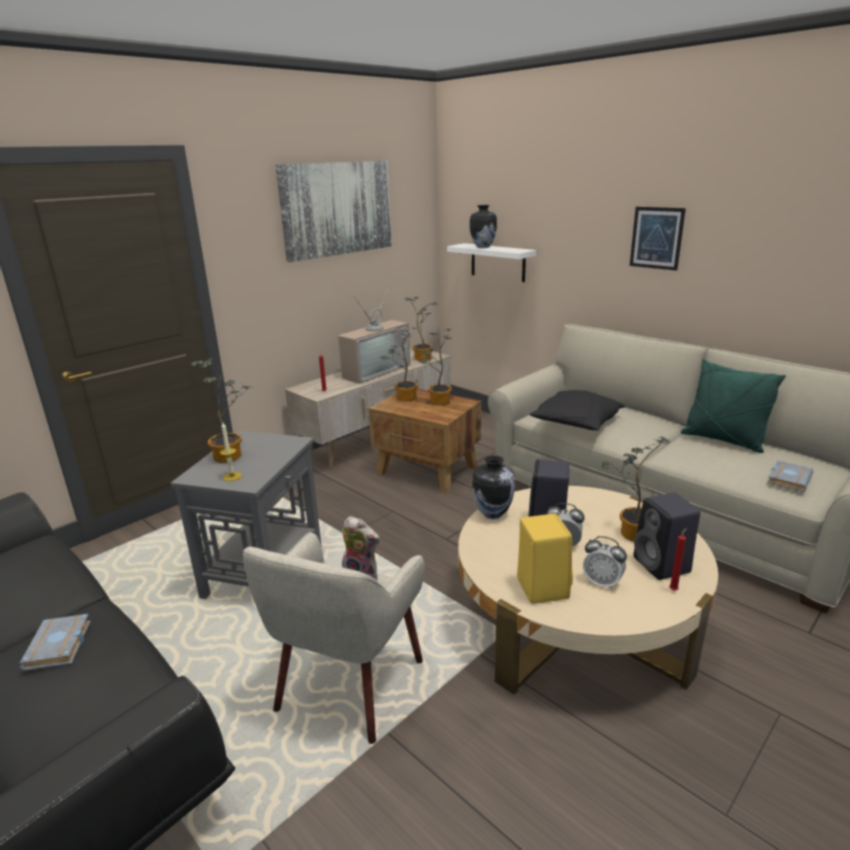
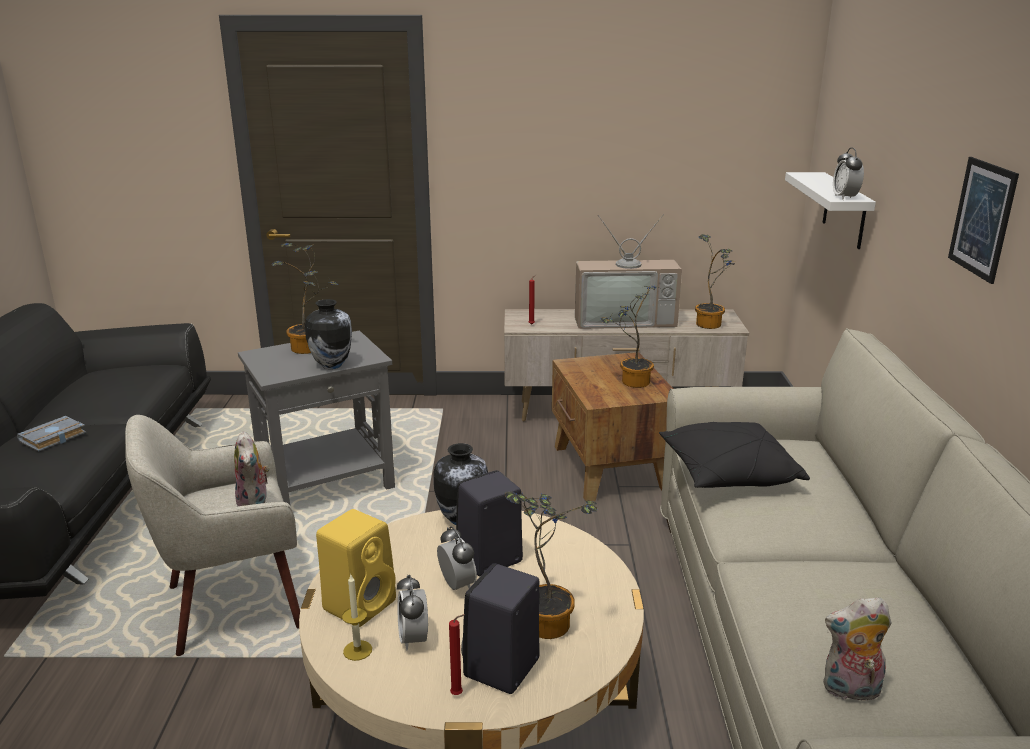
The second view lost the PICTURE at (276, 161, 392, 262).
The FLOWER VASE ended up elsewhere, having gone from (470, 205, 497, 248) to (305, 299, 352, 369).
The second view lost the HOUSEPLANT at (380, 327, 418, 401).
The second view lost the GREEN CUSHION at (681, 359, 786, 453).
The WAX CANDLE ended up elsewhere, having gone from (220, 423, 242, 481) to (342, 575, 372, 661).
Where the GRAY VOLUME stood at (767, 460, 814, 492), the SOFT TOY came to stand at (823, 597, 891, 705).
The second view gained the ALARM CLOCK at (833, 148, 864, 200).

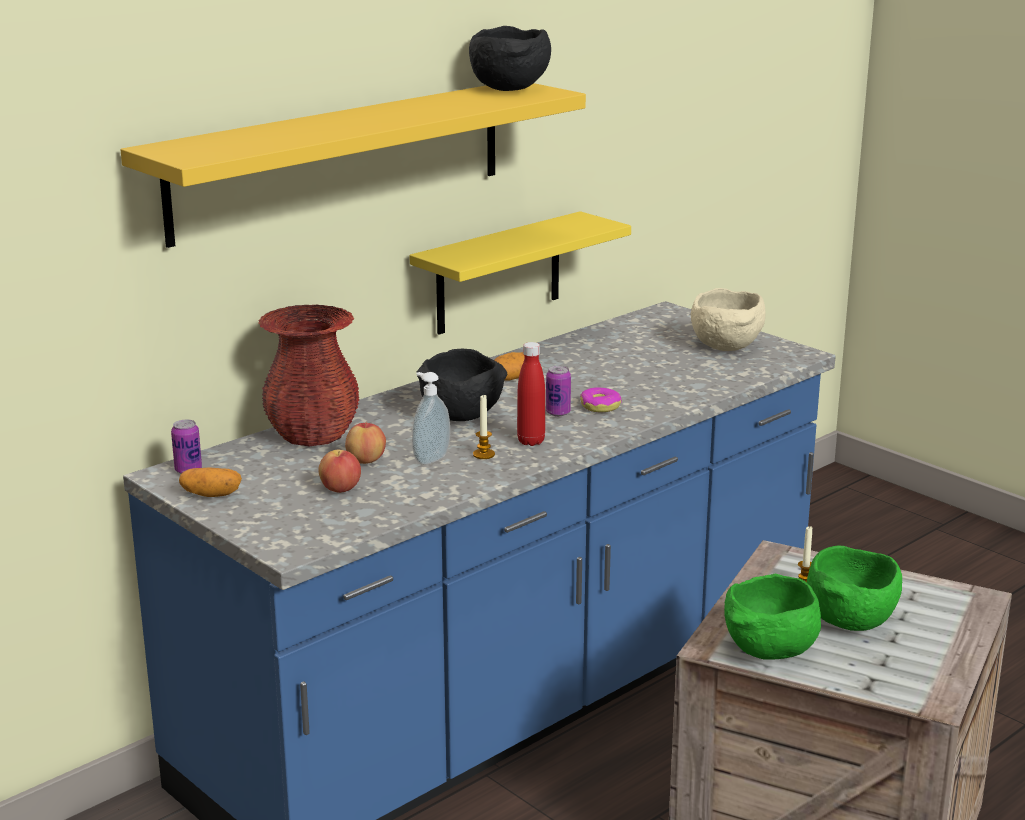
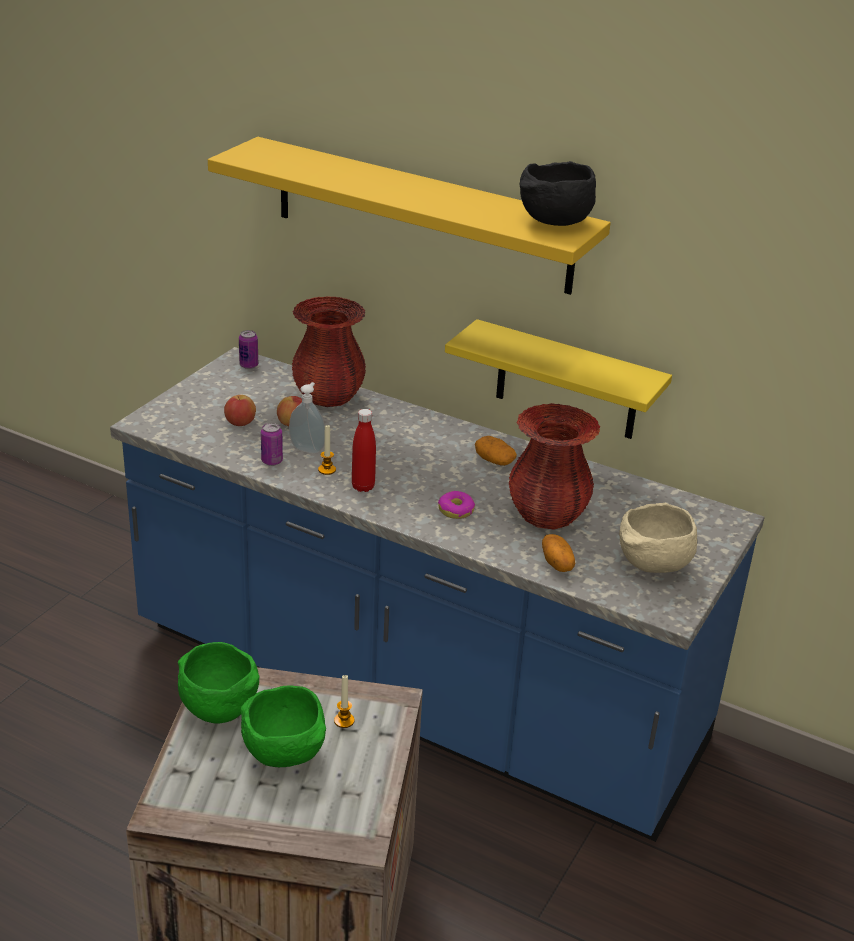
The second view lost the BLACKISH SERVING BOWL at (417, 349, 507, 421).
The METAL CAN ended up elsewhere, having gone from (546, 366, 571, 416) to (261, 423, 283, 466).
The SPUD ended up elsewhere, having gone from (179, 467, 242, 497) to (542, 534, 575, 572).
The second view gained the RED FLOWER VASE at (509, 403, 600, 530).

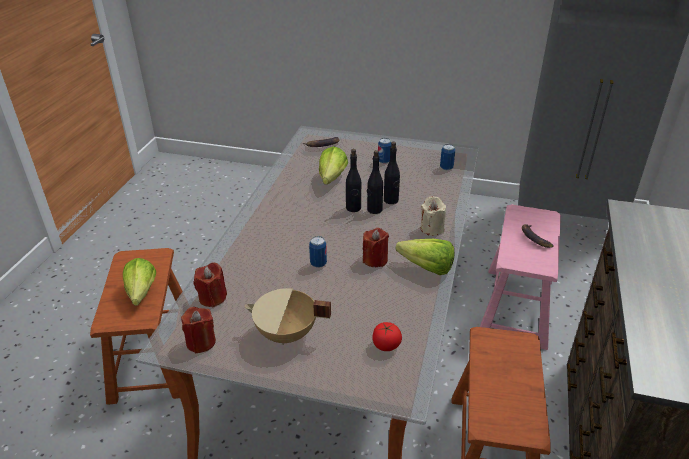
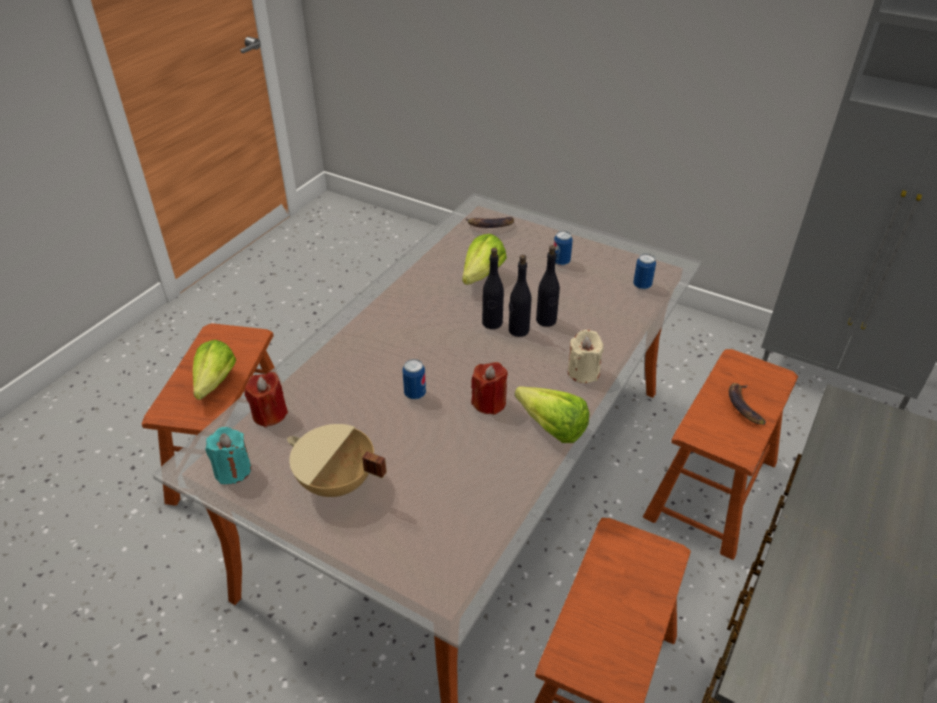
What was the PINK-COLOURED STOOL at (480, 204, 561, 350) turned into the BROWN STOOL at (643, 349, 798, 560).
What was the RED WAX CANDLE at (181, 307, 216, 353) turned into the BLUE-GREEN WAX CANDLE at (205, 427, 251, 484).
The second view lost the WHOLE TOMATO at (372, 322, 402, 351).

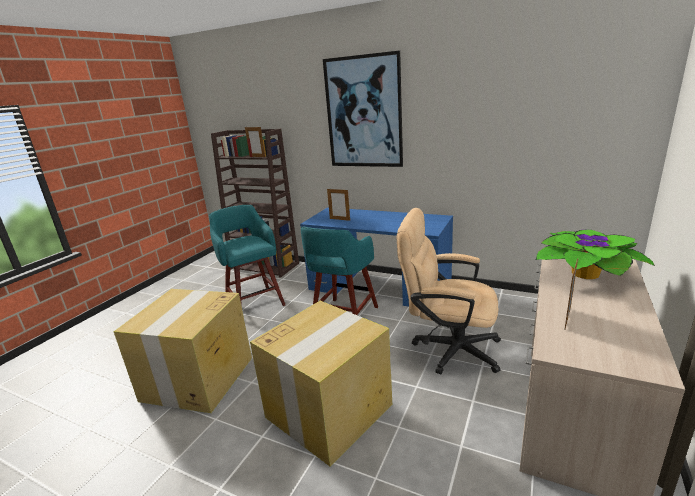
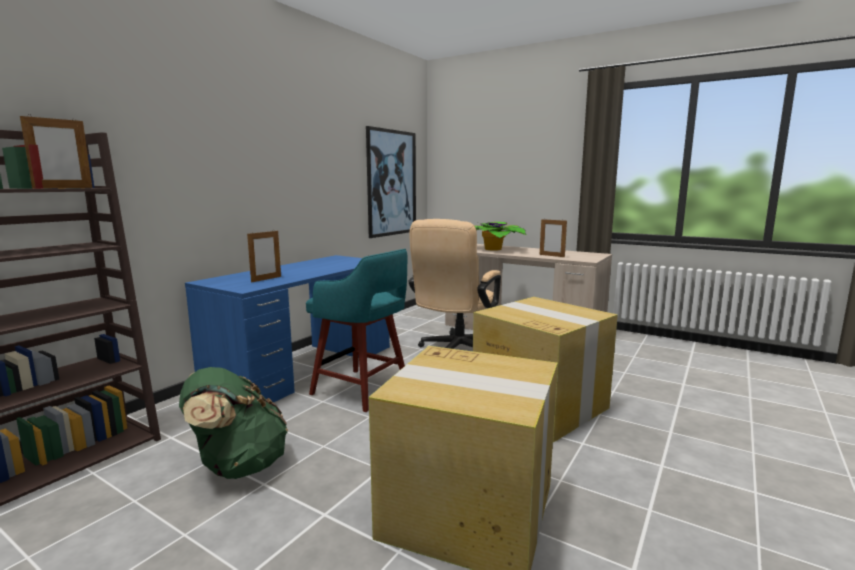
The PICTURE ended up elsewhere, having gone from (323, 50, 403, 167) to (366, 126, 416, 238).
Where the BLUE-GREEN STOOL stood at (209, 205, 285, 306), the GREEN BACKPACK came to stand at (179, 367, 288, 479).

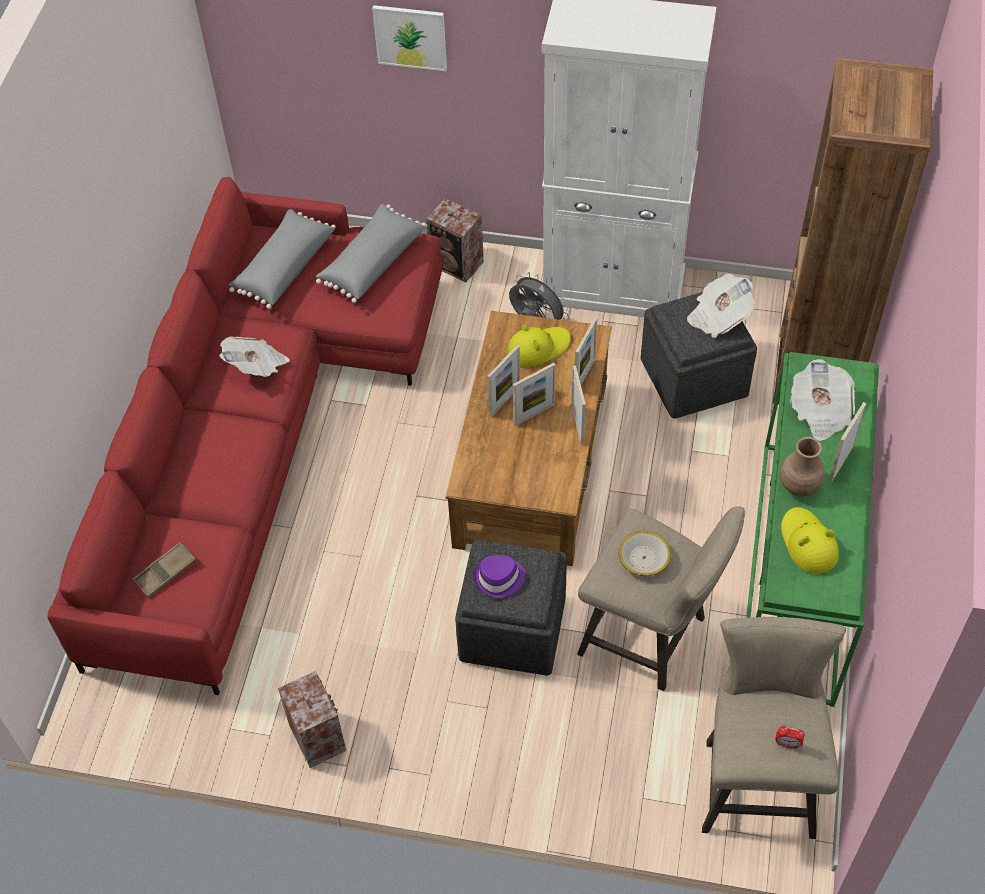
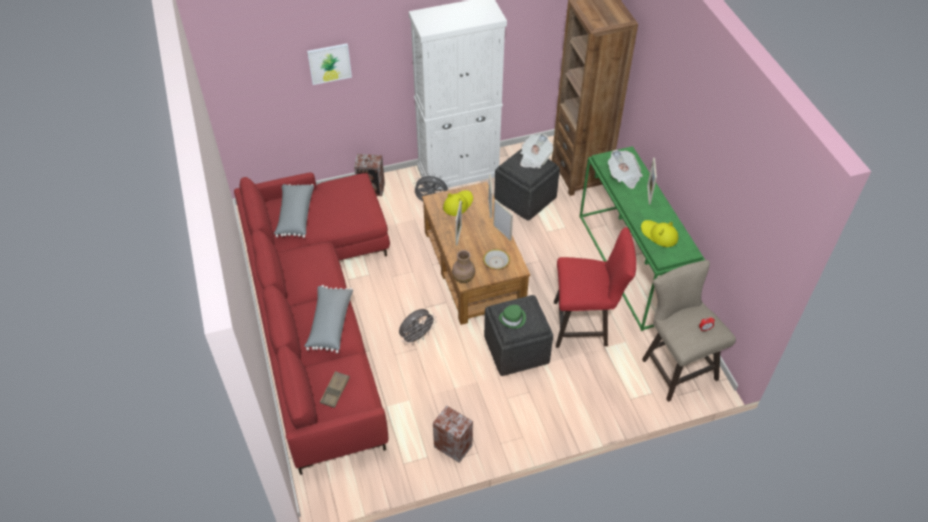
The GRAY CUSHION ended up elsewhere, having gone from (316, 204, 426, 303) to (304, 285, 353, 353).
The second view lost the NEWSPAPER at (219, 337, 289, 377).
The second view lost the PHOTO FRAME at (513, 363, 556, 426).
The BROWN FLOWER VASE ended up elsewhere, having gone from (780, 437, 825, 496) to (452, 250, 475, 283).
What was the BEIGE-COLOURED STOOL at (577, 506, 745, 691) turned into the RED STOOL at (554, 227, 636, 348).
The SERVING BOWL ended up elsewhere, having gone from (618, 531, 671, 576) to (483, 249, 510, 270).
What was the PURPLE CLOTHING HAT at (473, 555, 525, 598) turned into the GREEN CLOTHING HAT at (499, 305, 526, 329).
The second view gained the GRAY ELECTRIC FAN at (399, 309, 436, 345).

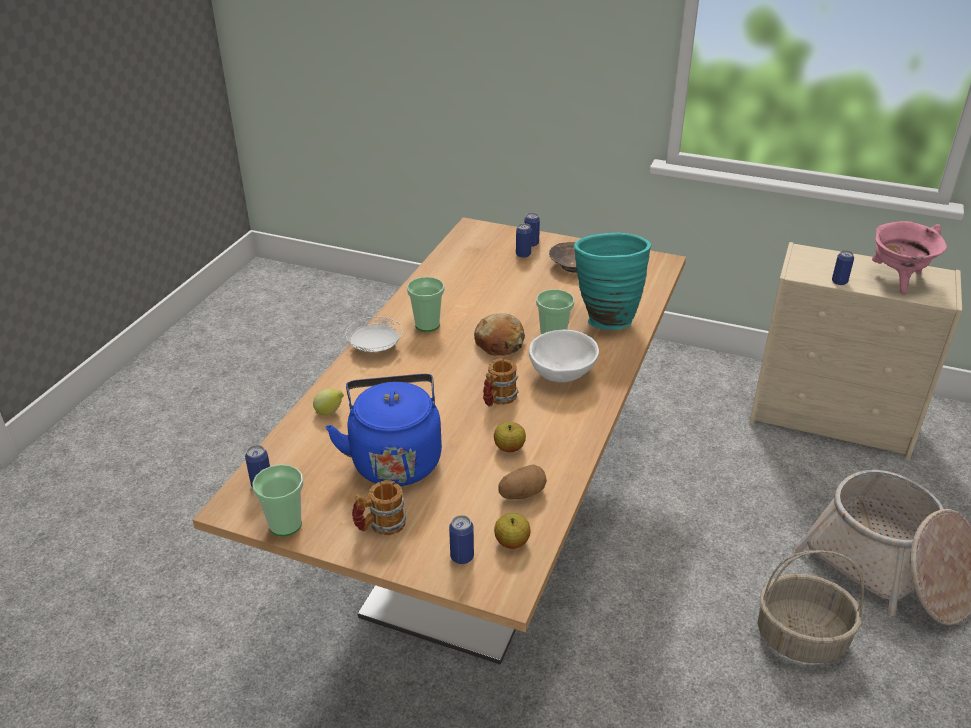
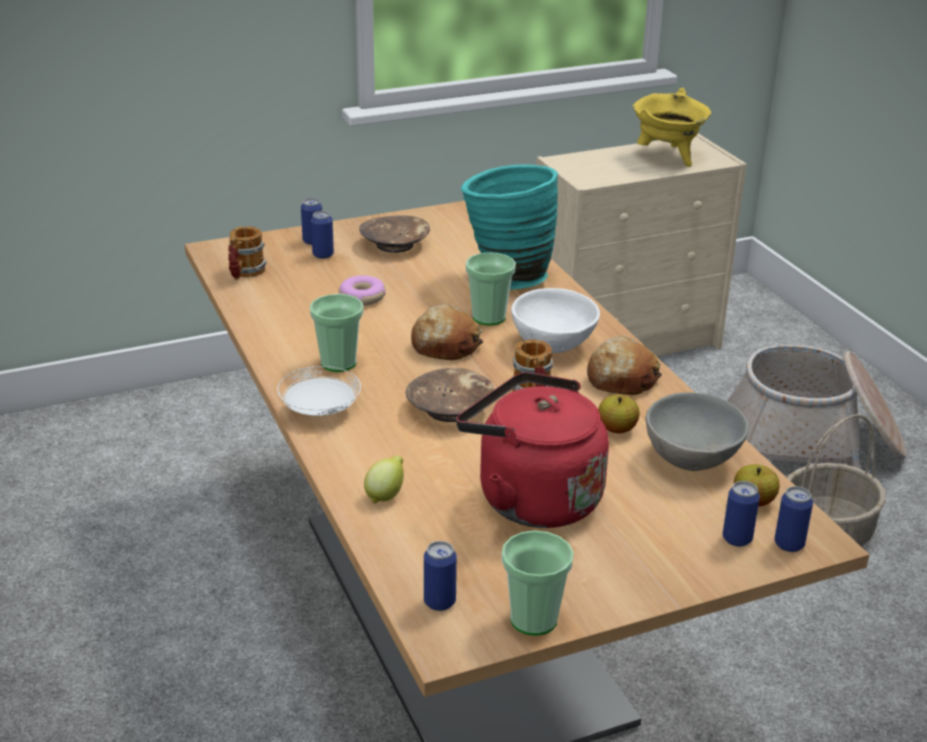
What was the PINK-COLOURED SAUCEPOT at (872, 221, 947, 294) turned into the YELLOW-COLOURED SAUCEPOT at (632, 88, 711, 167).
The METAL CAN ended up elsewhere, having gone from (832, 250, 854, 285) to (774, 486, 813, 552).
What was the BLUE-COLOURED TEA KETTLE at (326, 374, 442, 486) turned into the RED TEA KETTLE at (456, 372, 609, 528).
Where the SPUD stood at (498, 465, 547, 499), the GRAY SERVING BOWL came to stand at (646, 392, 749, 471).
The MUG ended up elsewhere, having gone from (352, 480, 406, 535) to (228, 226, 267, 280).
The second view gained the DOUGHNUT at (339, 275, 386, 306).
The second view gained the BAKERY BREAD at (587, 336, 662, 395).
The second view gained the BROWN SERVING BOWL at (406, 368, 494, 422).

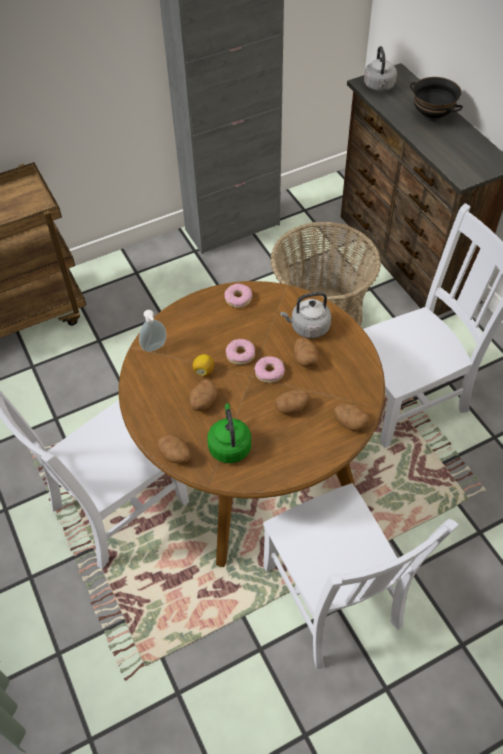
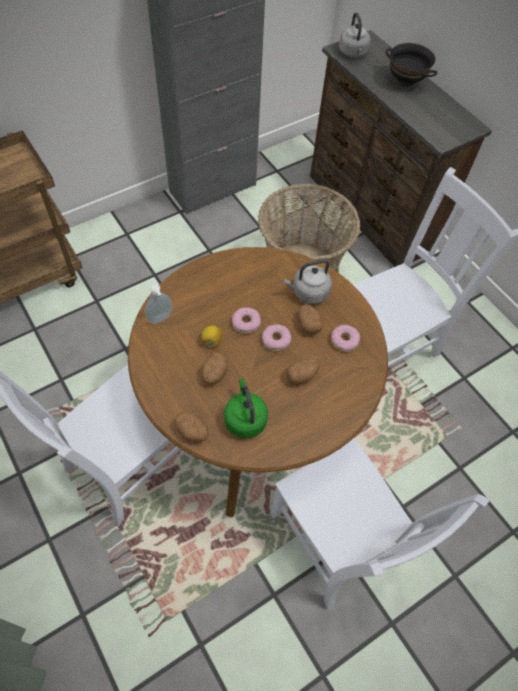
The DOUGHNUT ended up elsewhere, having gone from (224, 283, 252, 308) to (331, 324, 360, 352).
The second view lost the SPUD at (333, 403, 369, 431).

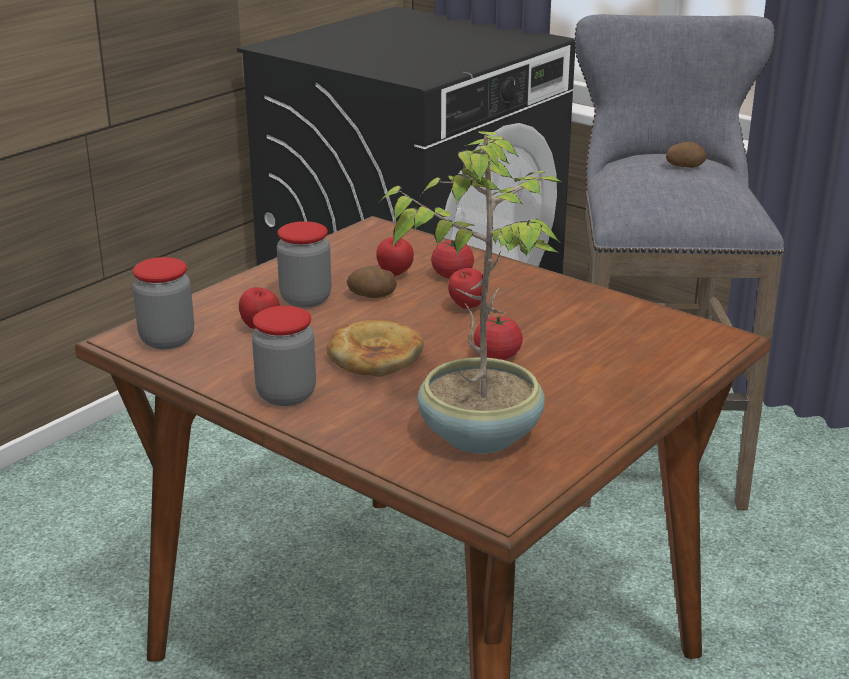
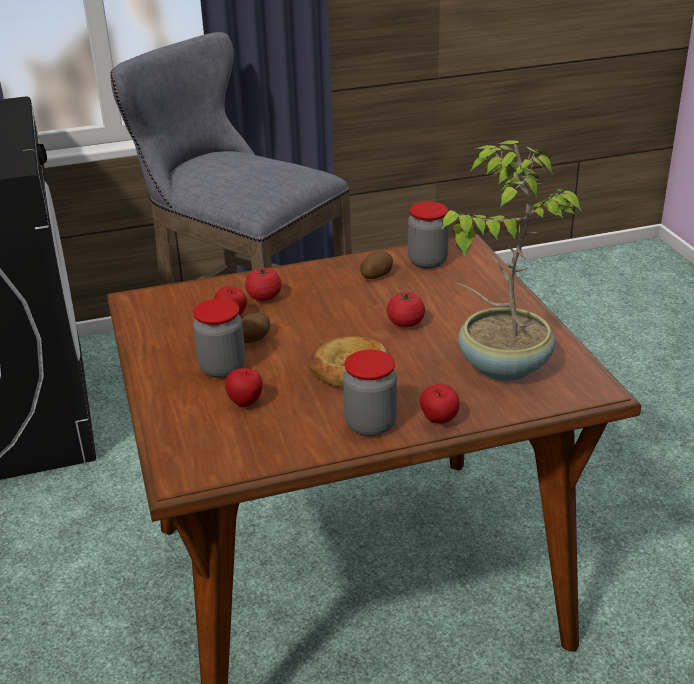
The SPUD ended up elsewhere, having gone from (666, 142, 707, 168) to (360, 251, 393, 279).
The PRESERVE JAR ended up elsewhere, having gone from (133, 257, 194, 349) to (408, 201, 449, 269).
The APPLE FRUIT ended up elsewhere, having gone from (448, 268, 483, 309) to (420, 384, 459, 424).

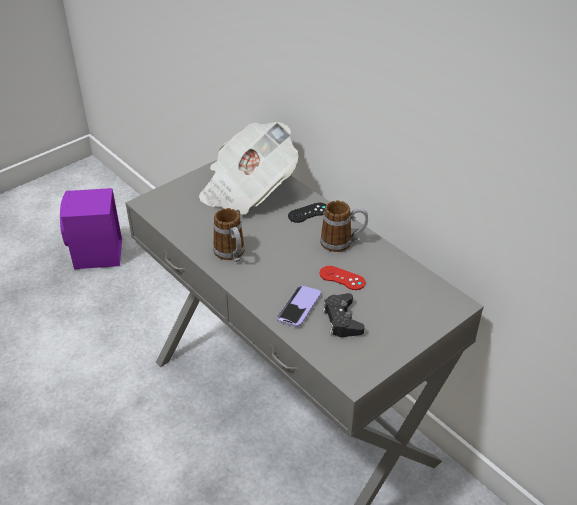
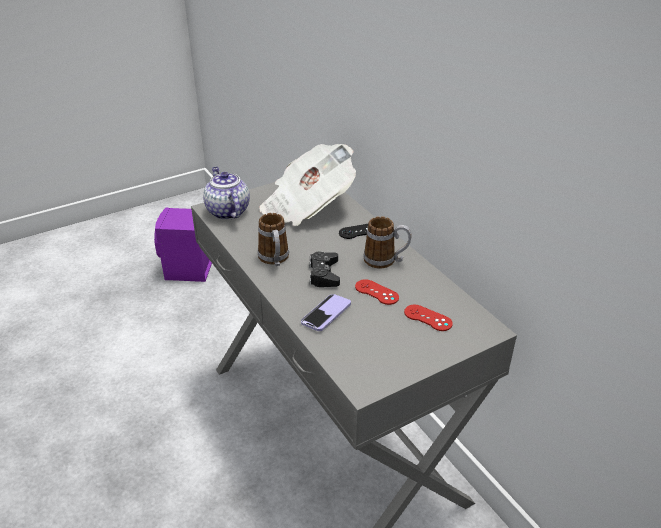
The BLACKISH JOYPAD ended up elsewhere, having gone from (322, 293, 365, 337) to (309, 251, 340, 287).
The second view gained the POT FOR TEA at (203, 167, 250, 220).
The second view gained the RED JOYPAD at (404, 305, 453, 331).

